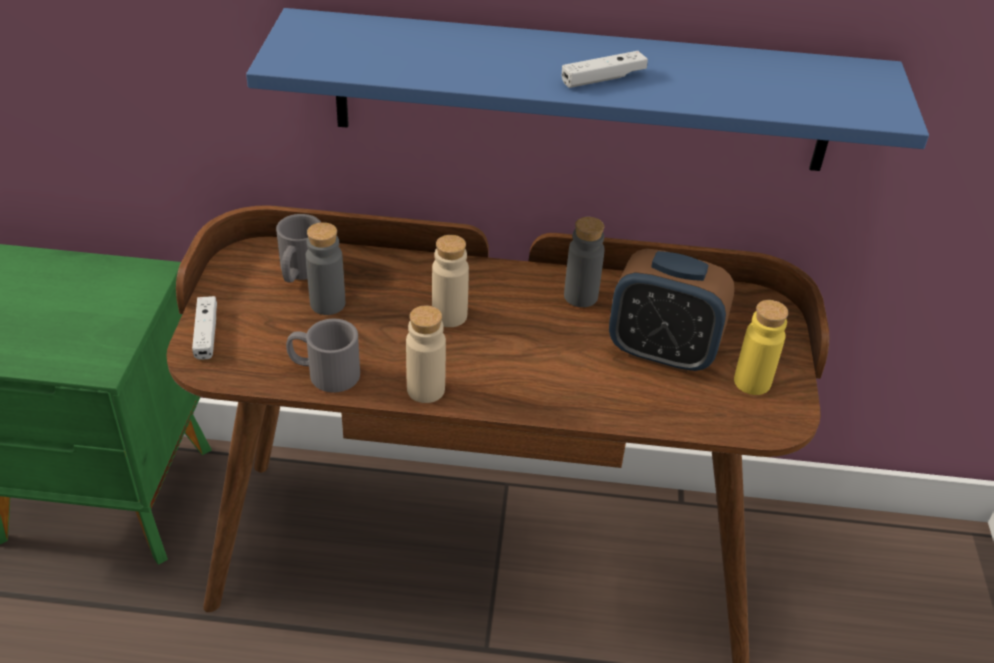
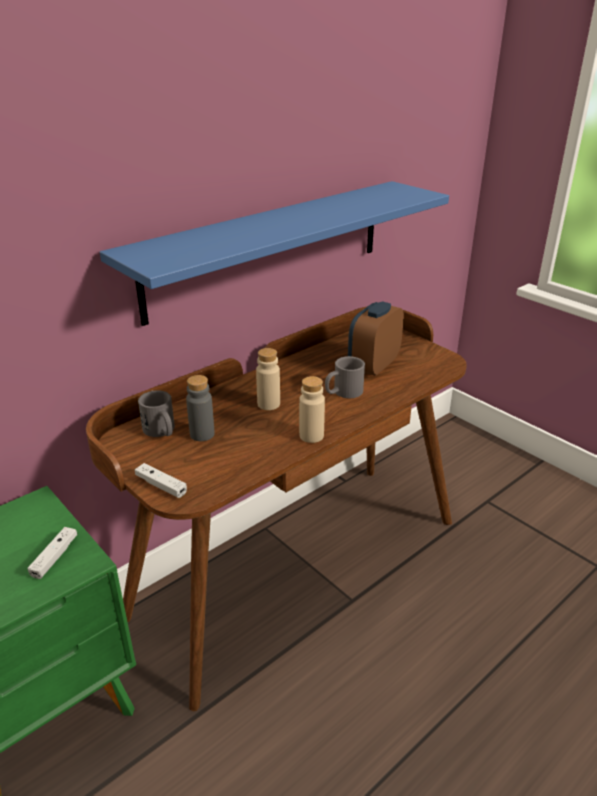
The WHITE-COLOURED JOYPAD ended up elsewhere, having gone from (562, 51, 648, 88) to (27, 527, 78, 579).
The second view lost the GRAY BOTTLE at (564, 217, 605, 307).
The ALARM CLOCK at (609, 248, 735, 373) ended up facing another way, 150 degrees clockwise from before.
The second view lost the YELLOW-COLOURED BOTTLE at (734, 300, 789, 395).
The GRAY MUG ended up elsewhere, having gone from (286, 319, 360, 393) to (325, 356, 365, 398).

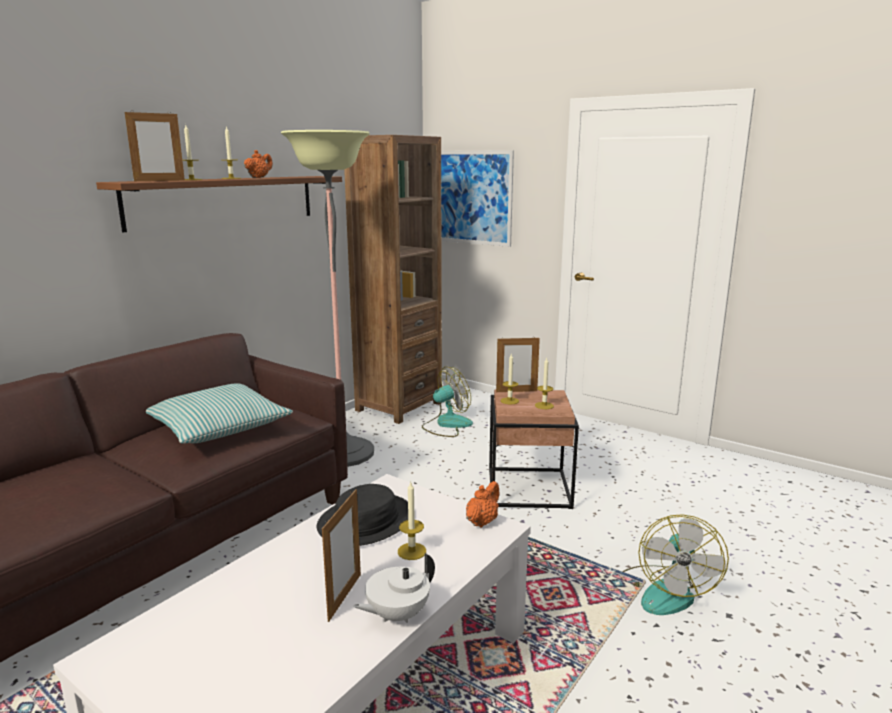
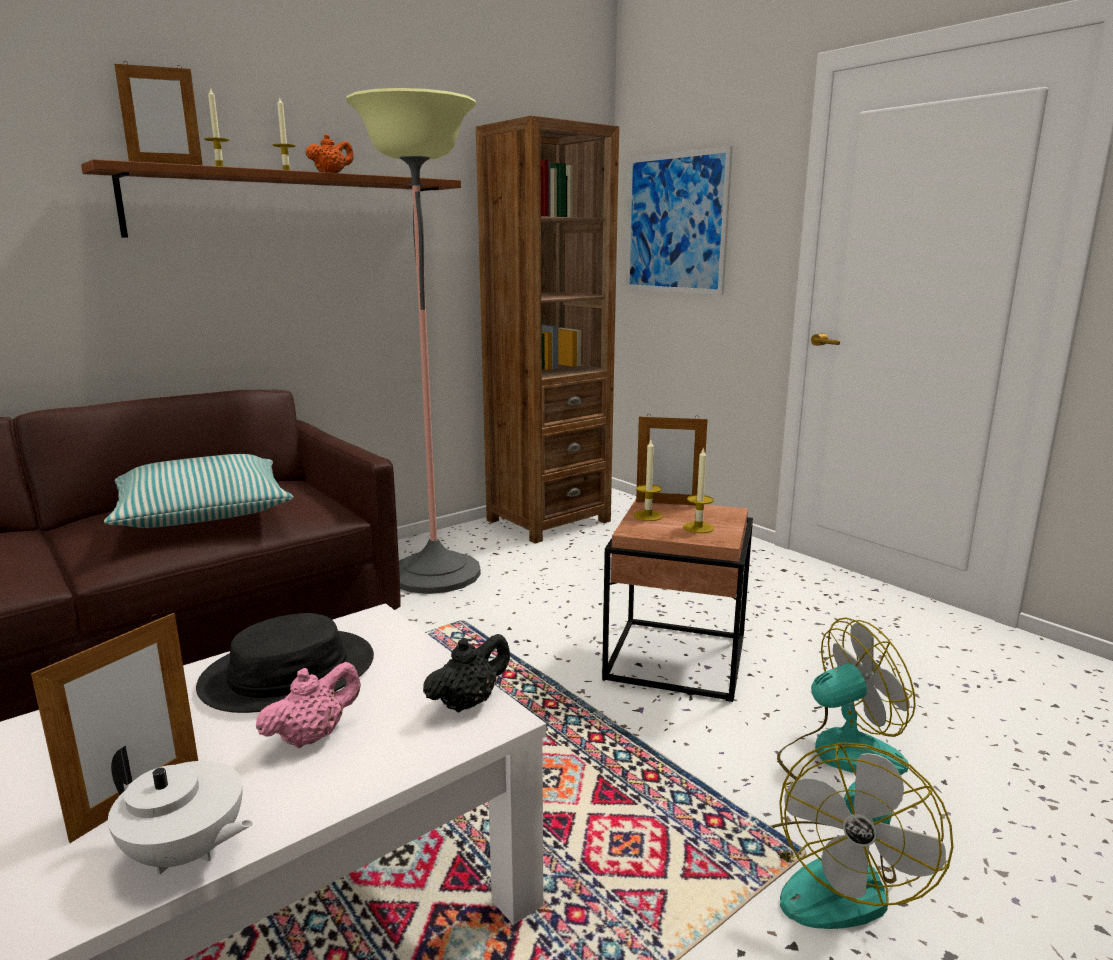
The ELECTRIC FAN ended up elsewhere, having gone from (422, 367, 473, 437) to (777, 618, 916, 780).
What was the ORANGE-COLOURED POT FOR TEA at (466, 481, 500, 528) turned into the BLACKISH POT FOR TEA at (423, 634, 510, 713).
Where the WAX CANDLE stood at (398, 482, 426, 560), the PINK-COLOURED POT FOR TEA came to stand at (256, 662, 361, 748).
The WHITE-COLOURED POT FOR TEA at (353, 553, 435, 623) ended up facing another way, 135 degrees counterclockwise from before.

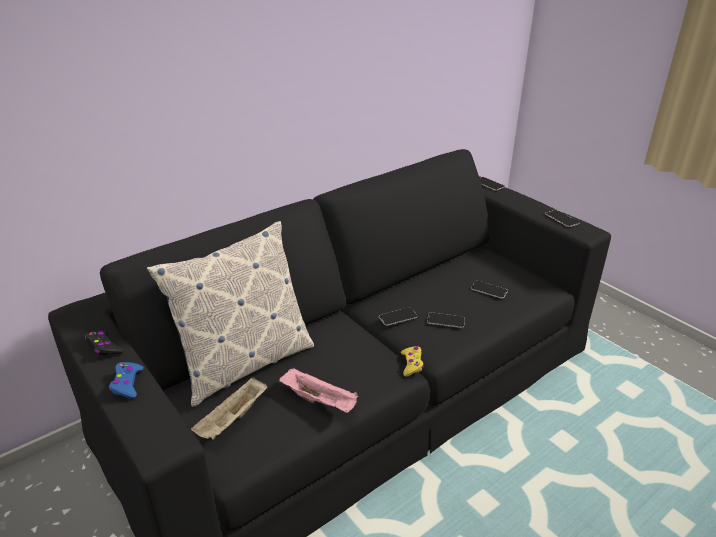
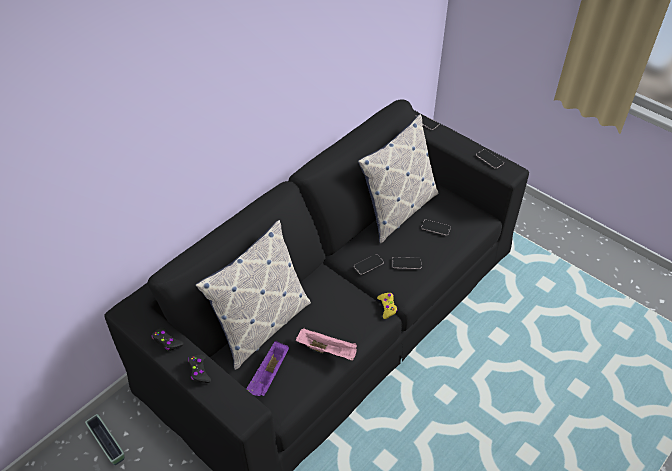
What was the BLUE-COLOURED JOYPAD at (109, 362, 144, 399) turned into the BLACKISH JOYPAD at (188, 354, 211, 383).
What was the BEIGE-COLOURED TRAY at (191, 377, 267, 440) turned into the PURPLE TRAY at (247, 341, 289, 396).
The second view gained the CUSHION at (358, 114, 438, 243).
The second view gained the PLANT POT at (85, 414, 124, 465).

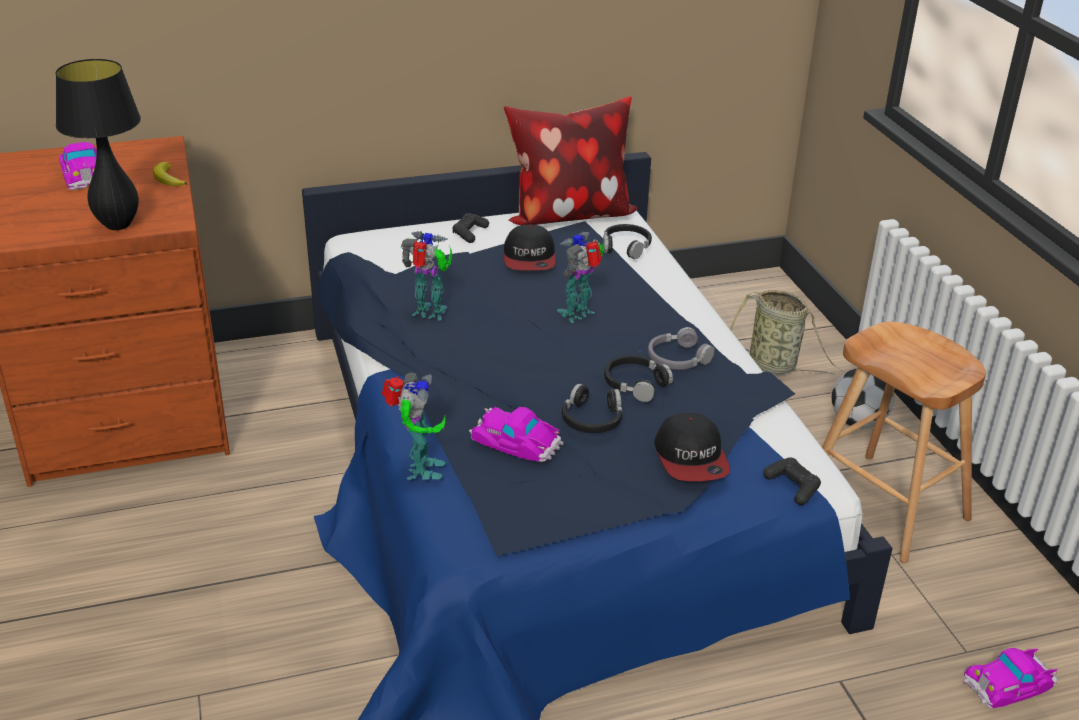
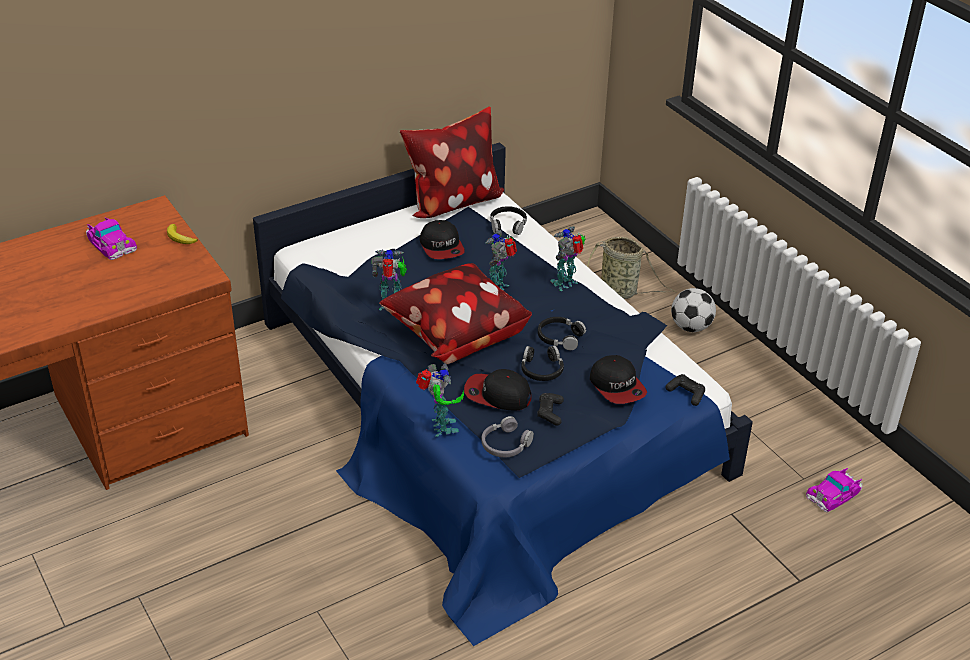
The second view lost the BLACKISH LAMP FOR A TABLE at (55, 59, 141, 230).
The BLACKISH JOYPAD ended up elsewhere, having gone from (452, 213, 489, 243) to (537, 393, 564, 425).
The second view lost the BROWN STOOL at (822, 322, 986, 563).
The GRAY HEADSET ended up elsewhere, having gone from (648, 327, 715, 370) to (481, 416, 534, 457).
Where the MODEL CAR stood at (469, 407, 564, 462), the PEAKED CAP came to stand at (464, 369, 531, 410).
The second view gained the ROBOT FIGURE at (550, 226, 586, 291).
The second view gained the CUSHION at (379, 263, 532, 364).

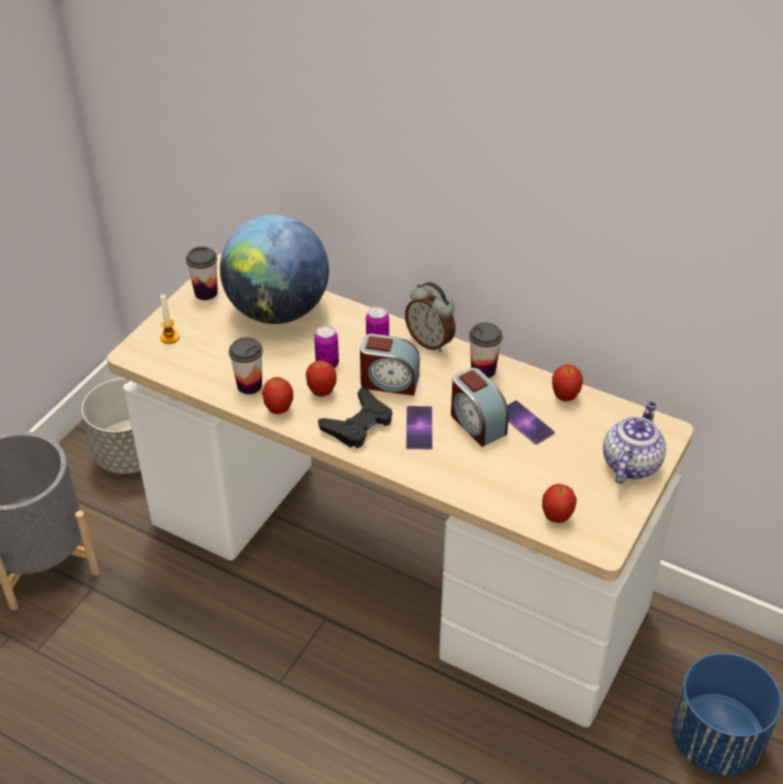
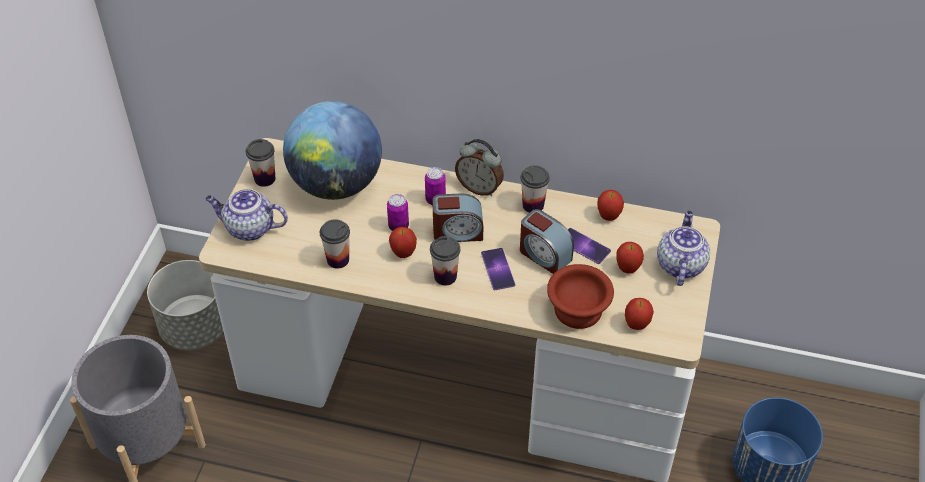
Where the WAX CANDLE stood at (160, 294, 179, 344), the POT FOR TEA came to stand at (205, 189, 288, 241).
The APPLE FRUIT ended up elsewhere, having gone from (262, 377, 293, 414) to (616, 242, 644, 274).
Where the BLACKISH JOYPAD stood at (318, 387, 393, 448), the CUP came to stand at (430, 236, 460, 286).
The second view gained the BROWN SERVING BOWL at (547, 264, 614, 329).

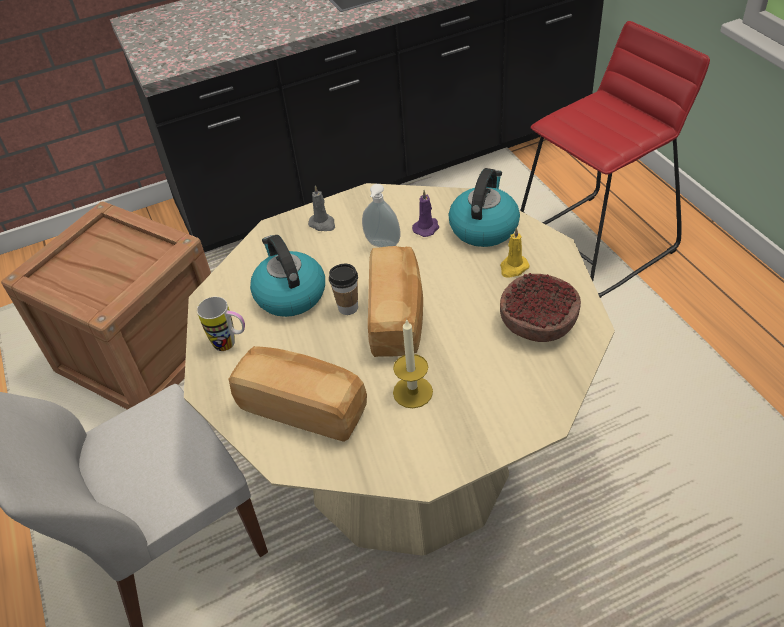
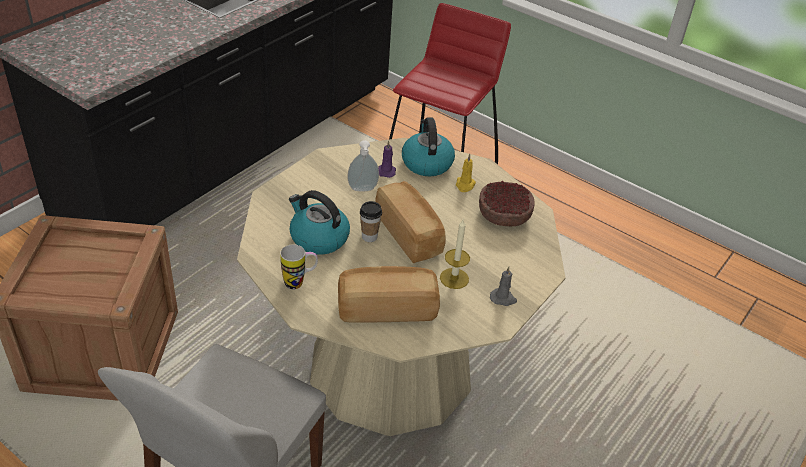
The GRAY WAX CANDLE ended up elsewhere, having gone from (308, 185, 335, 231) to (490, 267, 517, 306).

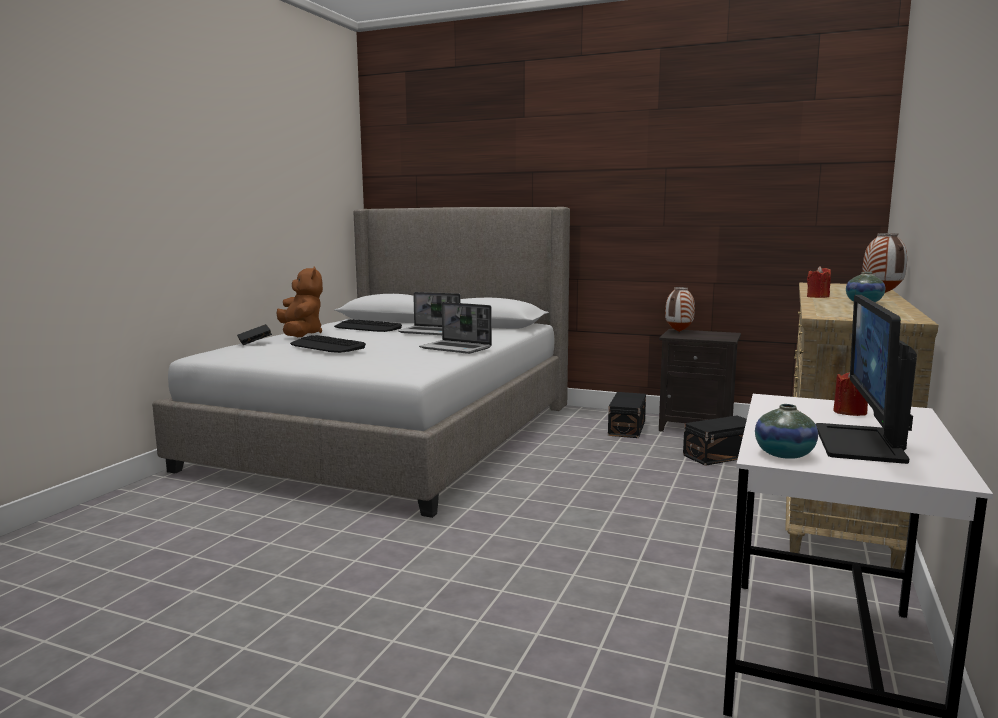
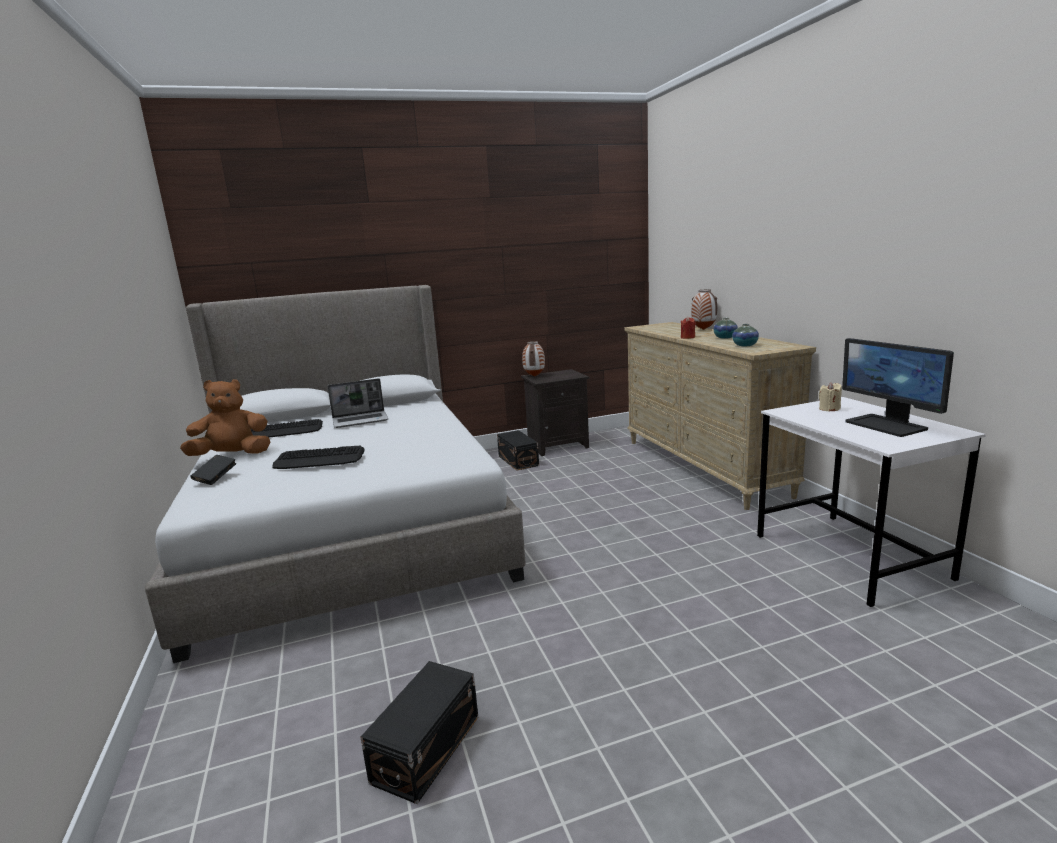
The BROWN SOFT TOY at (276, 266, 323, 337) ended up facing another way, 45 degrees counterclockwise from before.
The second view lost the PORTABLE COMPUTER at (419, 302, 492, 354).
What was the RED WAX CANDLE at (833, 373, 868, 416) turned into the BEIGE-COLOURED WAX CANDLE at (819, 382, 842, 412).
The FLOWER VASE ended up elsewhere, having gone from (755, 404, 818, 459) to (732, 324, 759, 346).
The BLACKISH STORAGE CONTAINER ended up elsewhere, having gone from (683, 416, 747, 466) to (361, 661, 478, 804).

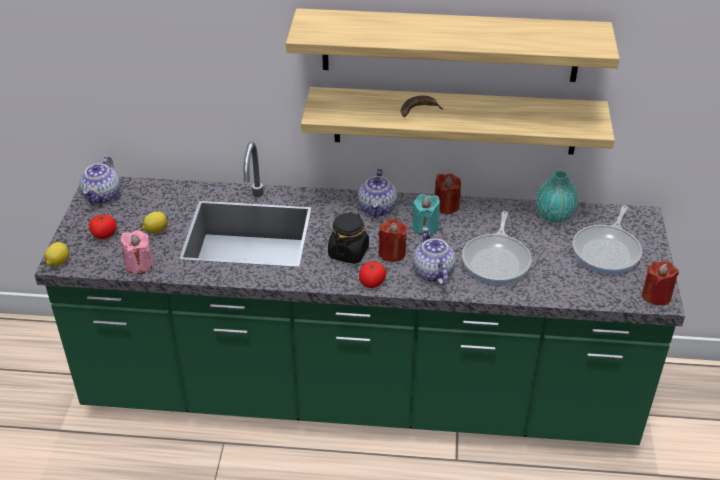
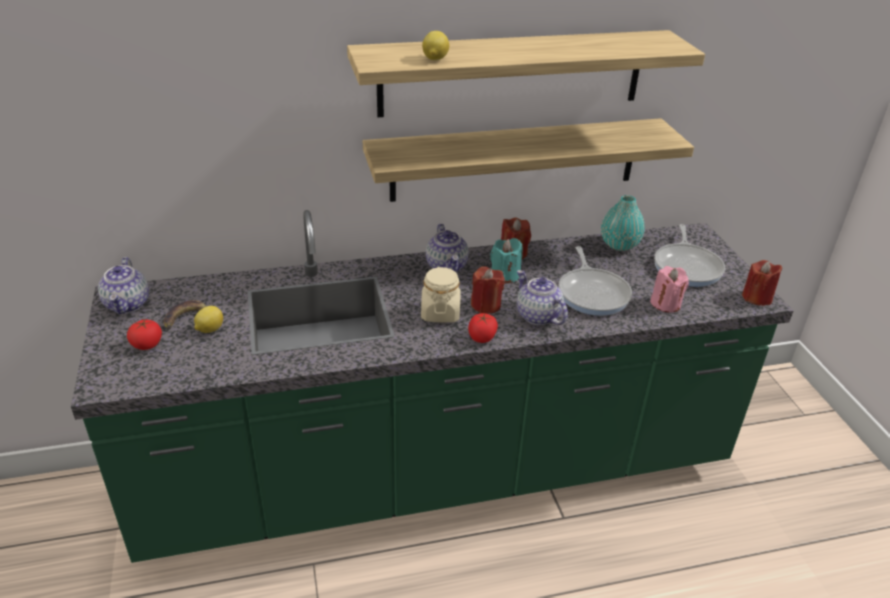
The WHOLE BANANA ended up elsewhere, having gone from (400, 95, 443, 117) to (164, 300, 206, 329).
What was the BLACKISH PRESERVE JAR at (328, 212, 369, 264) turned into the BEIGE-COLOURED PRESERVE JAR at (421, 267, 461, 323).
The PINK-COLOURED WAX CANDLE ended up elsewhere, having gone from (121, 230, 154, 274) to (650, 266, 689, 313).
The WHOLE LEMON ended up elsewhere, having gone from (44, 242, 69, 266) to (422, 31, 449, 60).

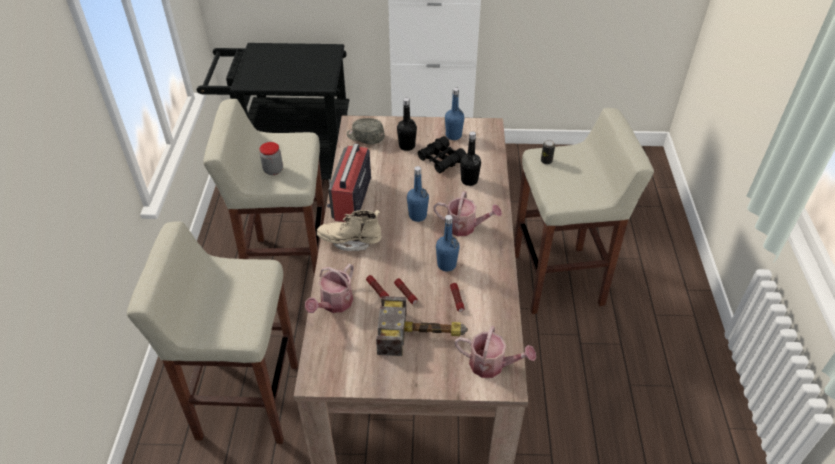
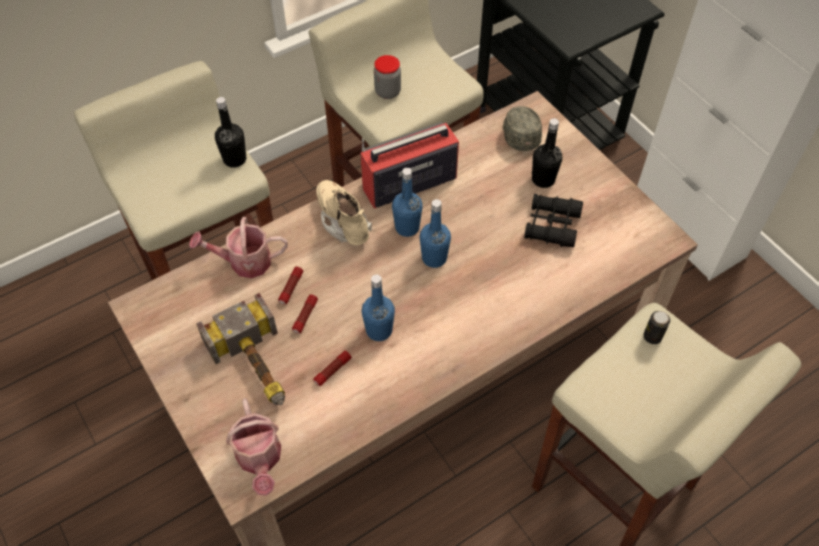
The BLUE-COLOURED BOTTLE ended up elsewhere, having gone from (445, 87, 464, 140) to (392, 168, 423, 237).
The BLACKISH BOTTLE ended up elsewhere, having gone from (460, 131, 481, 186) to (215, 97, 246, 168).
The second view lost the WATERING CAN at (434, 191, 502, 236).

